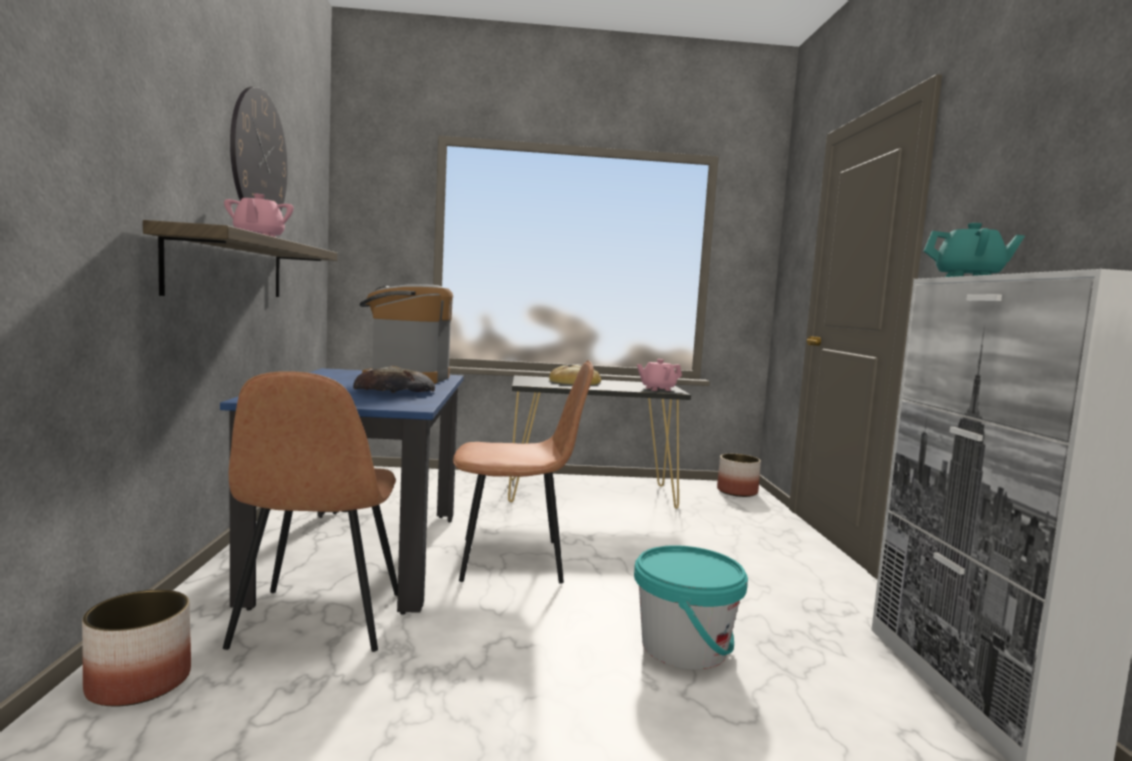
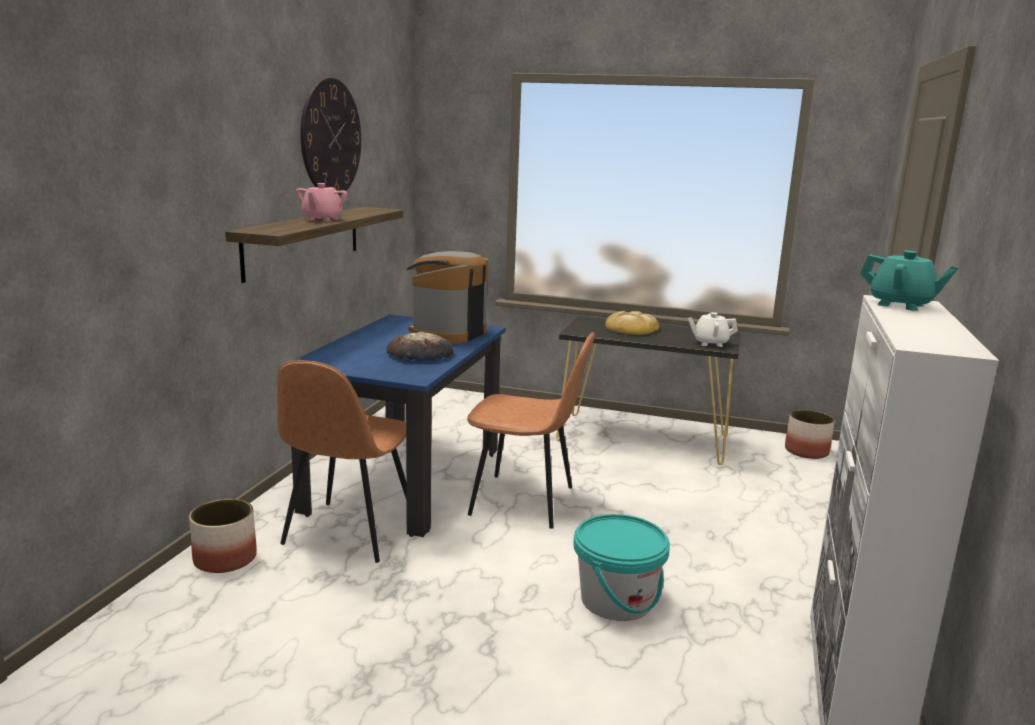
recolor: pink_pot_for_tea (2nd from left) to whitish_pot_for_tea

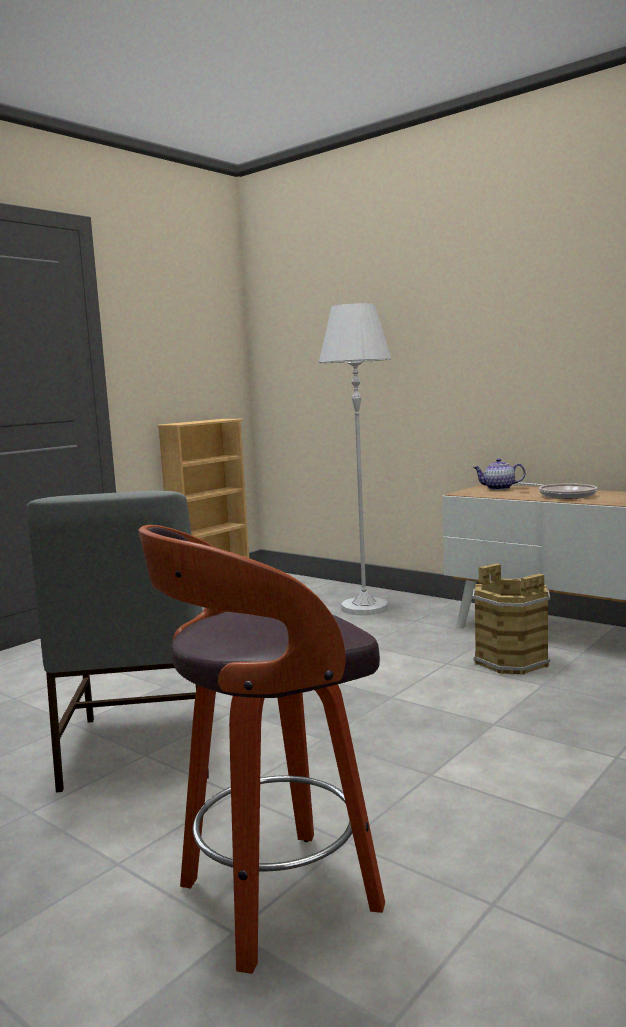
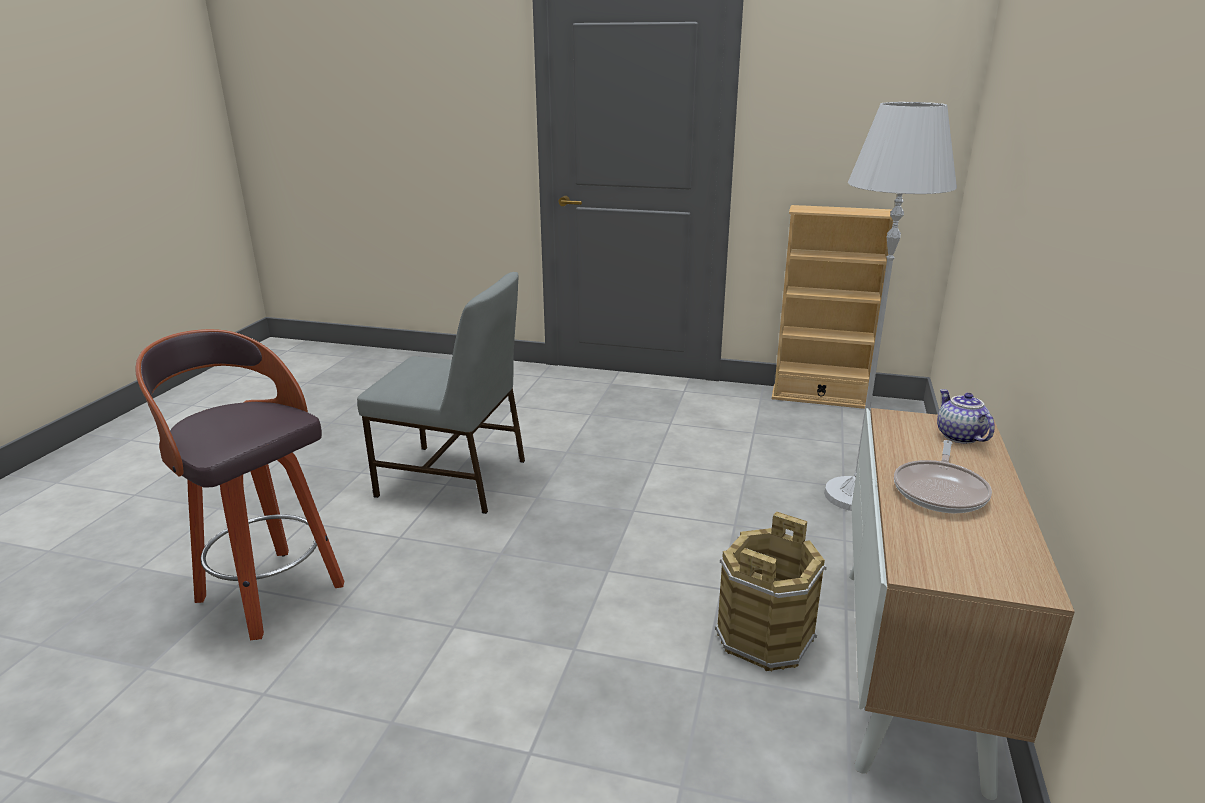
rotate: grey_chair 135 degrees counterclockwise

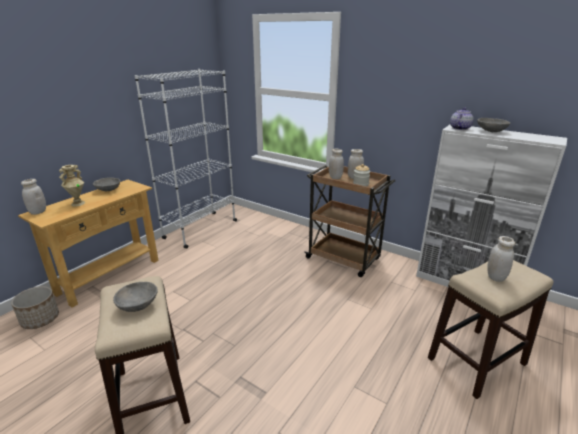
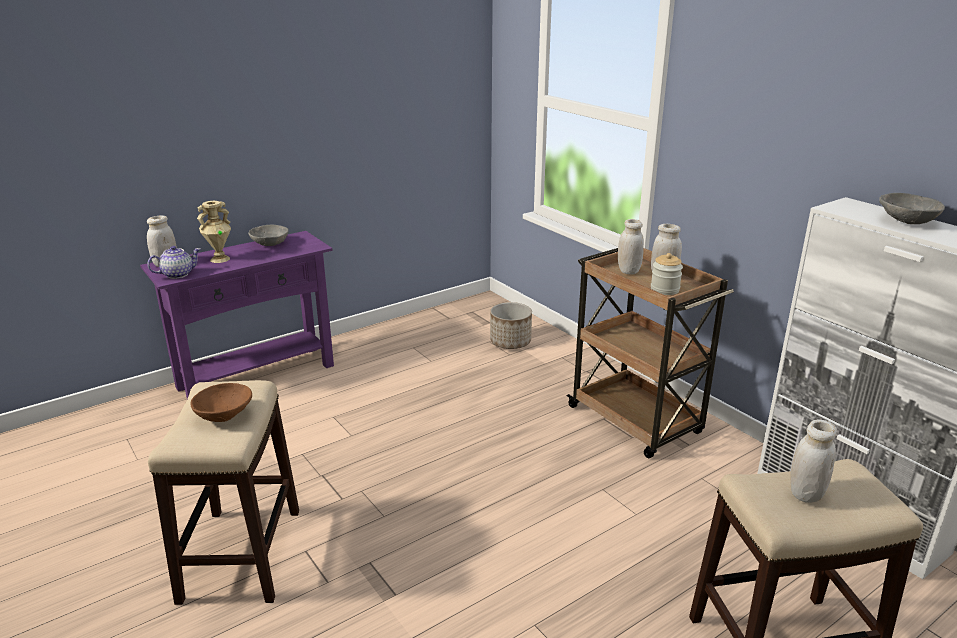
delete: whitish_bookcase
move: pot_for_tea; flower_pot
recolor: beige-coloured_narrow_table to purplish_narrow_table; grey_deep_dish (2nd from left) to brown-coloured_deep_dish

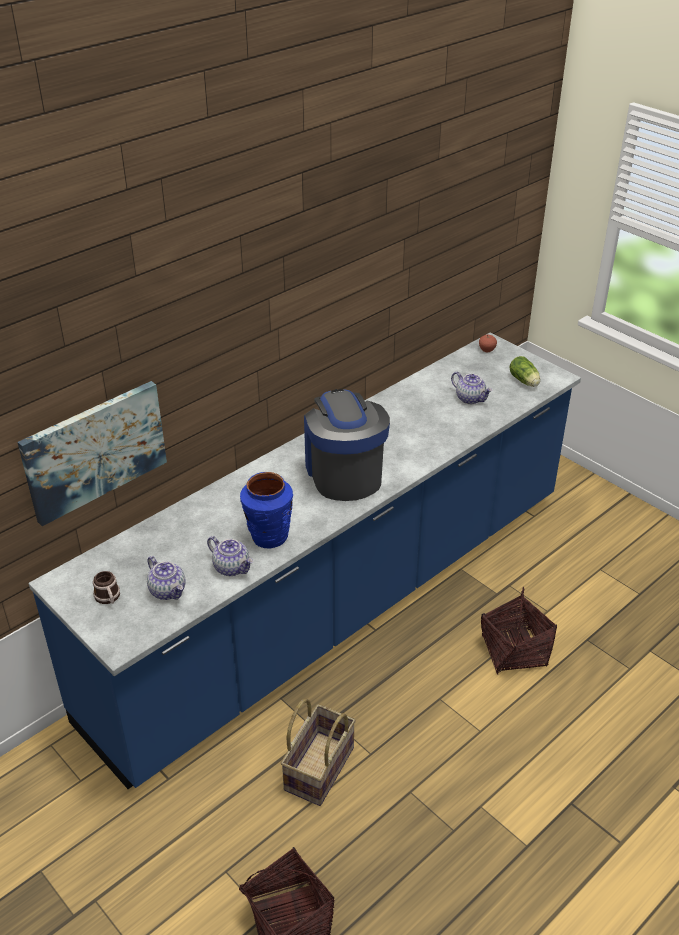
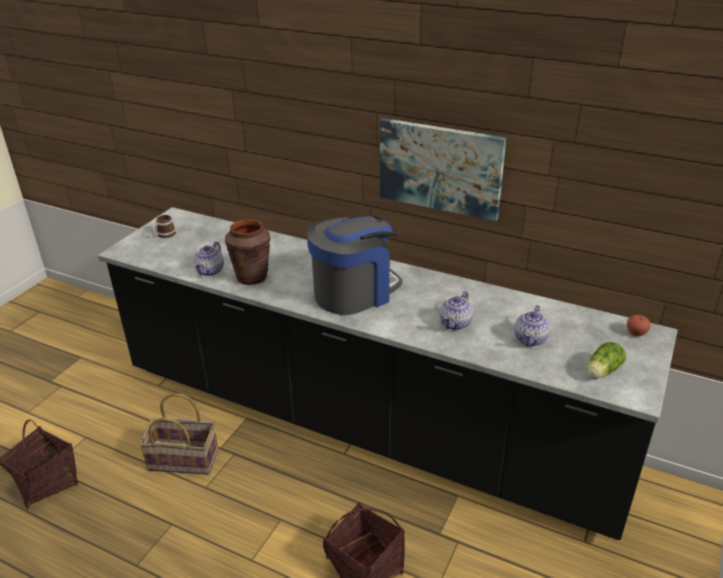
move: wall_picture; pot_for_tea (1st from left in the first image) to pot_for_tea (2nd from left)
recolor: blue-coloured_kitchen_base_unit to black-coloured_kitchen_base_unit; blue-coloured_decorative_vase to brown-coloured_decorative_vase

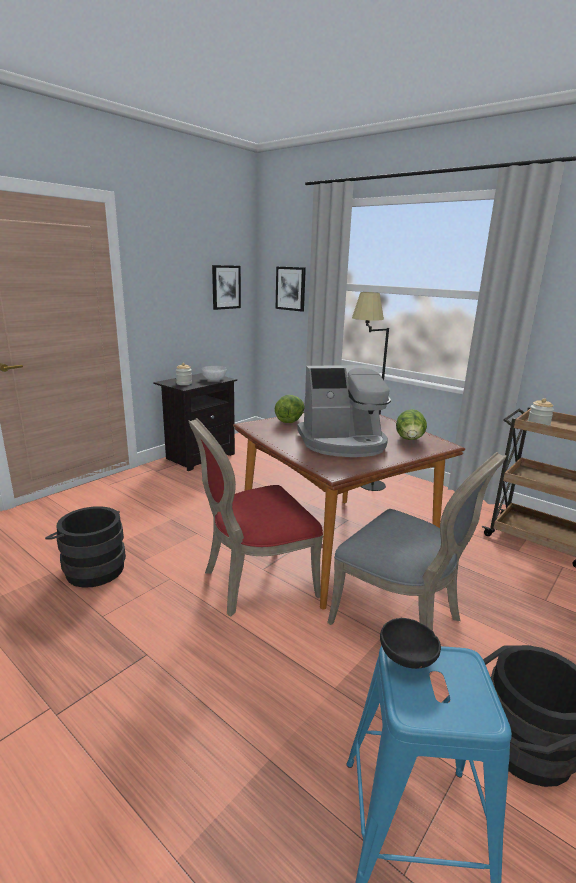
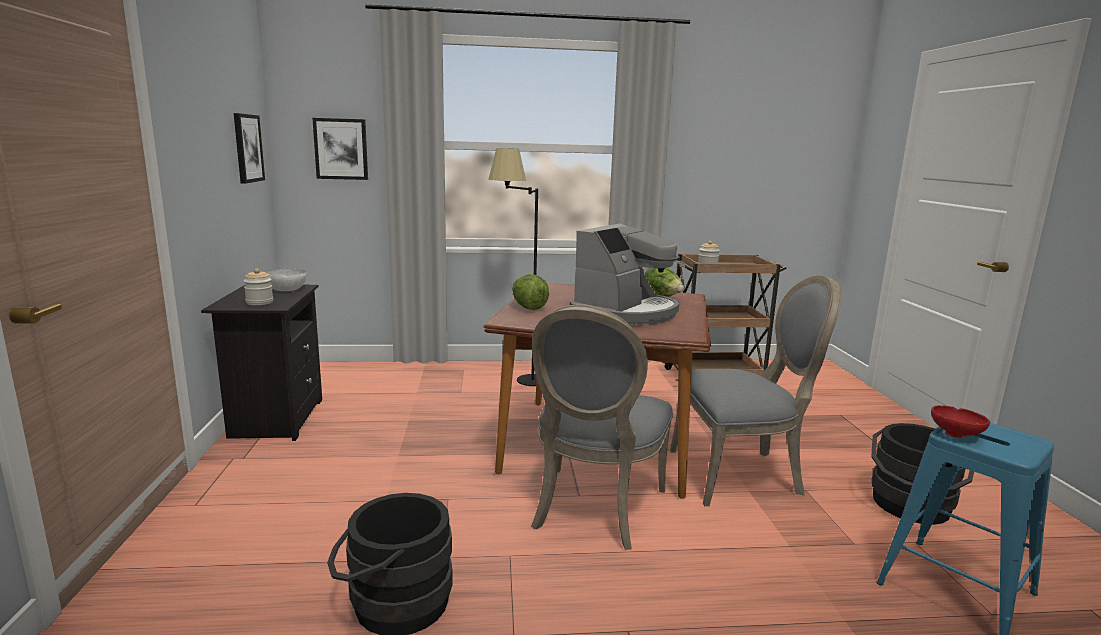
recolor: reddish_chair to grey_chair (1st from left); black-coloured_deep_dish to reddish_deep_dish

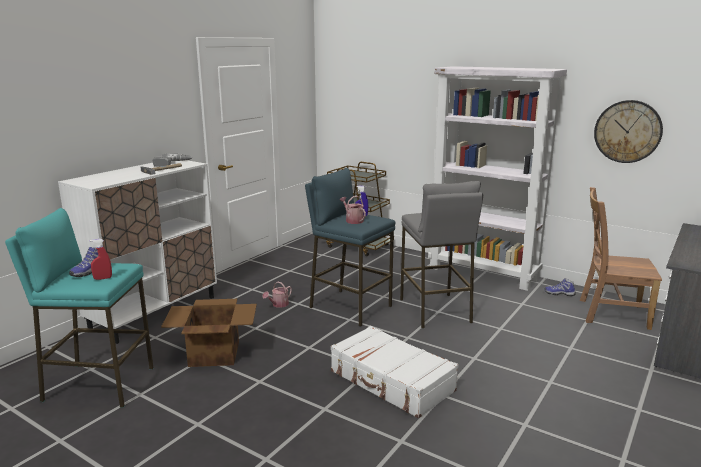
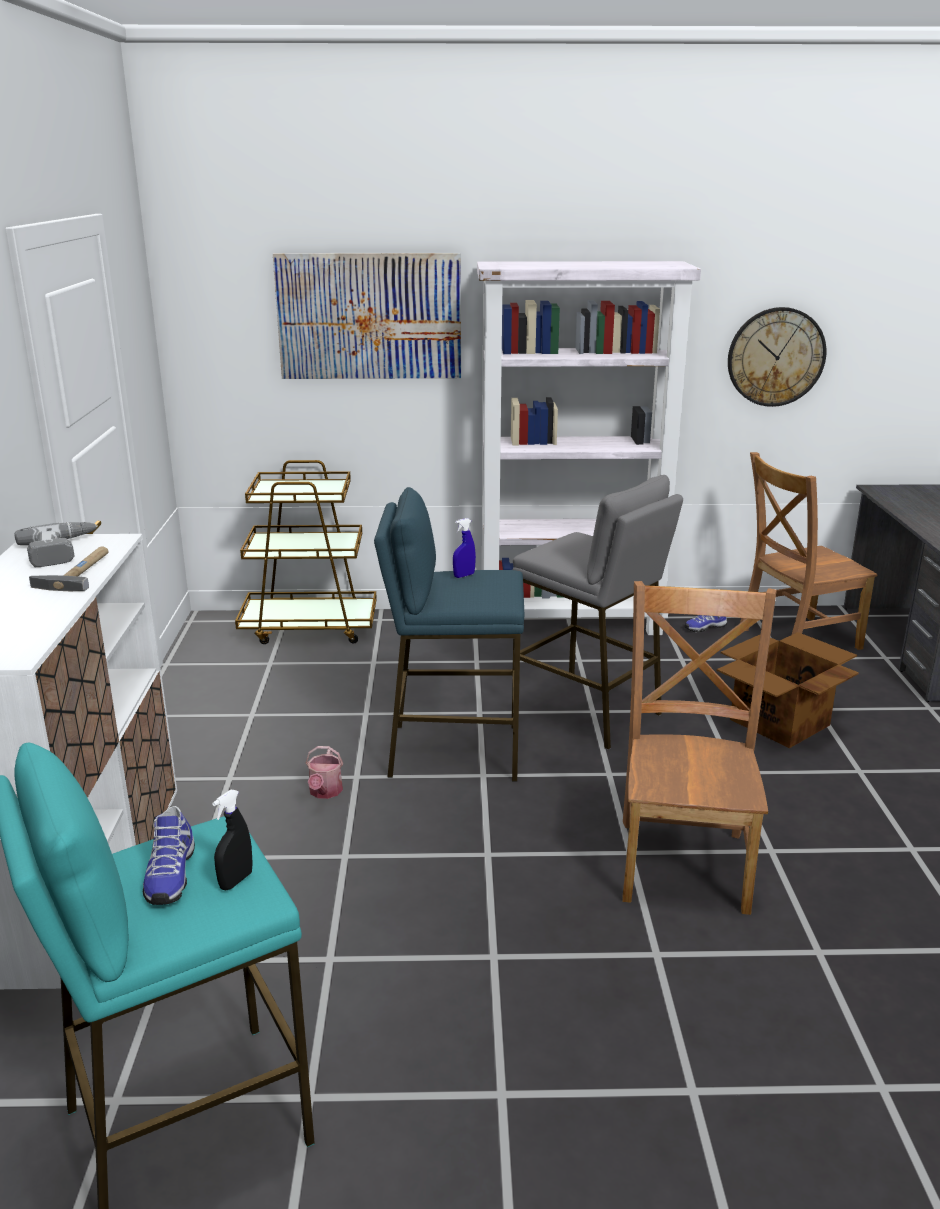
delete: watering_can (2nd from left)
insert: wall_picture
move: carton
replace: whitish_travel_case to brown-coloured_chair (1st from left)
recolor: reddish_spray_bottle to black-coloured_spray_bottle

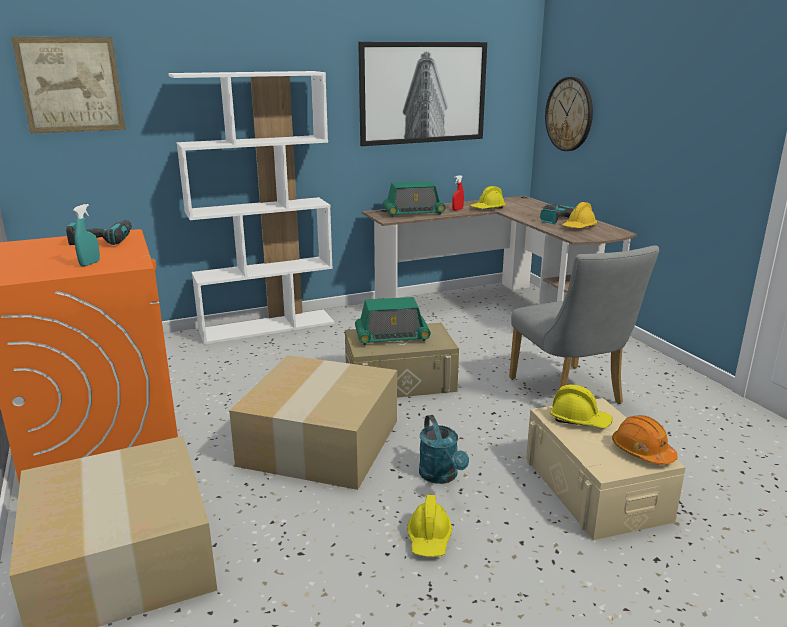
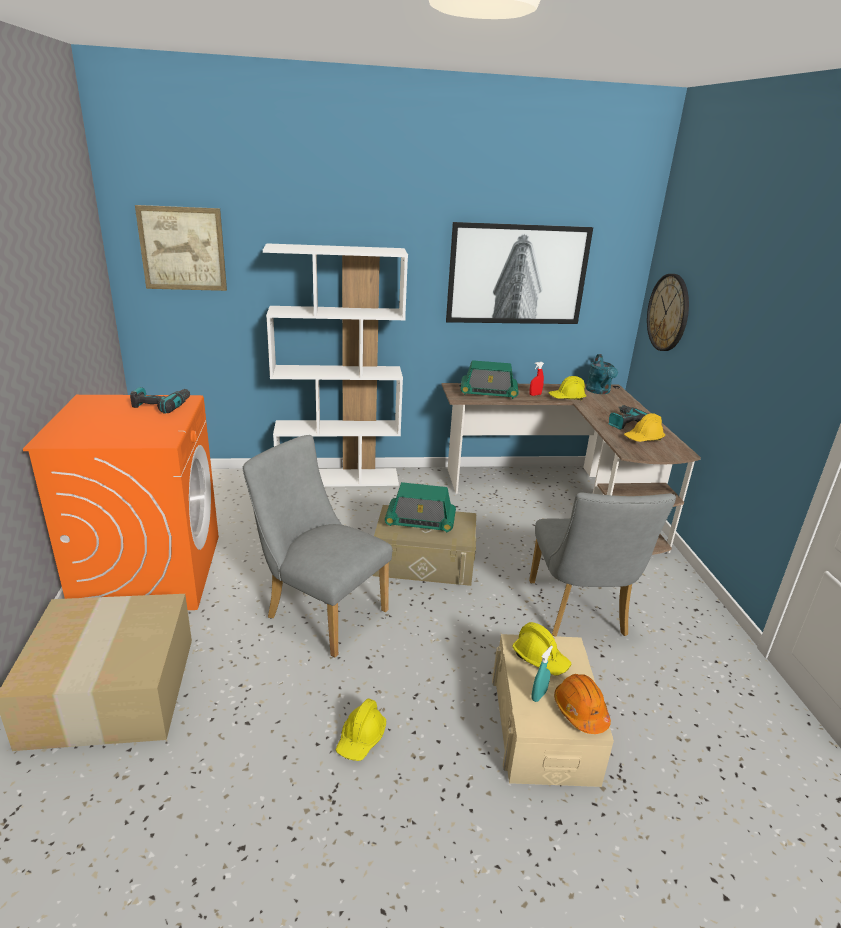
move: turquoise_spray_bottle; turquoise_watering_can
replace: carton (2nd from left) to grey_chair (1st from left)

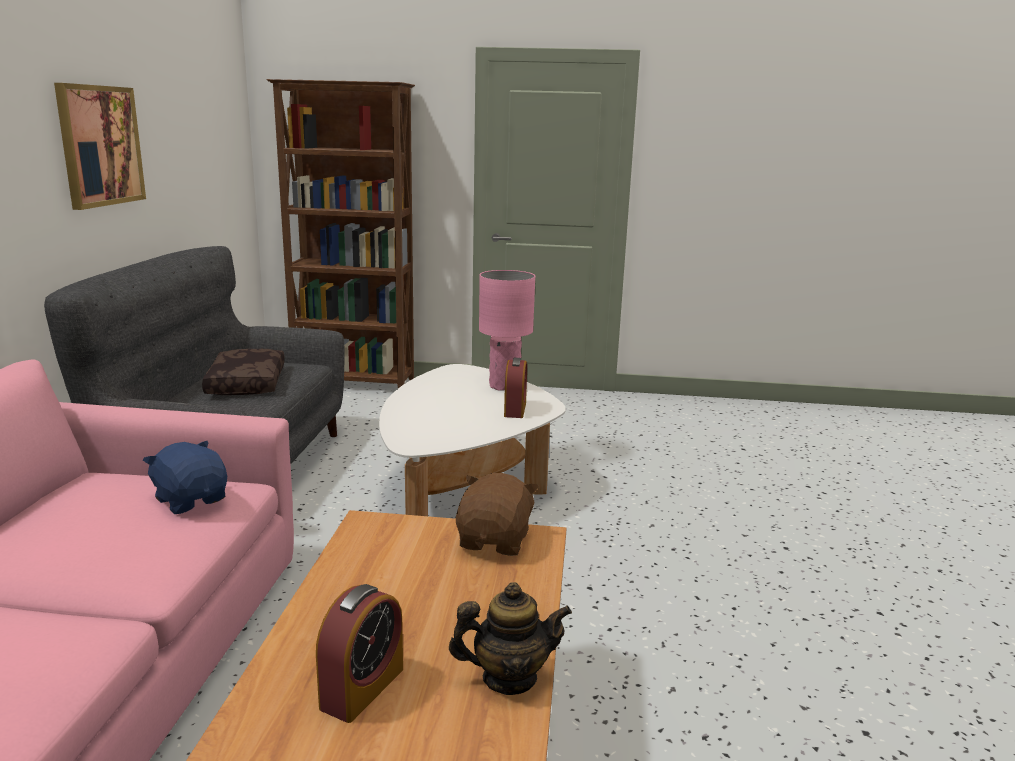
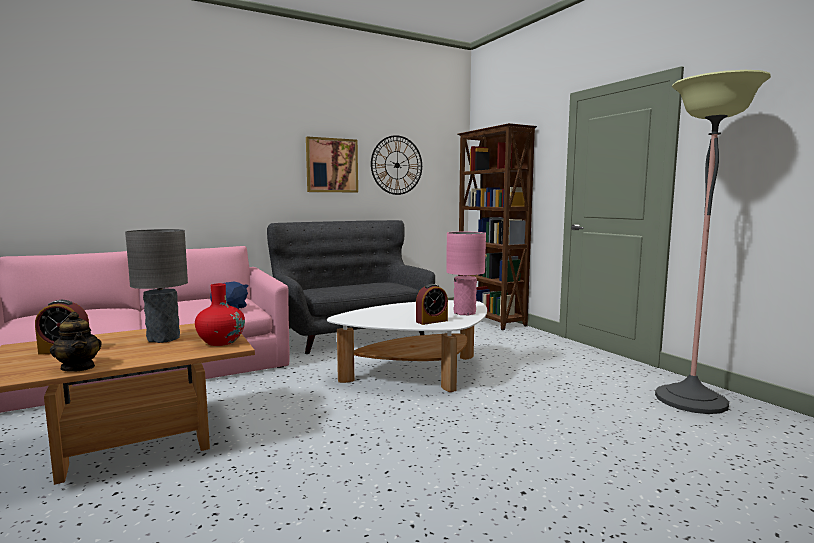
delete: brown-coloured_cushion
insert: standard_lamp; hanging_clock; grey_table_lamp
replace: brown-coloured_soft_toy to reddish_decorative_vase

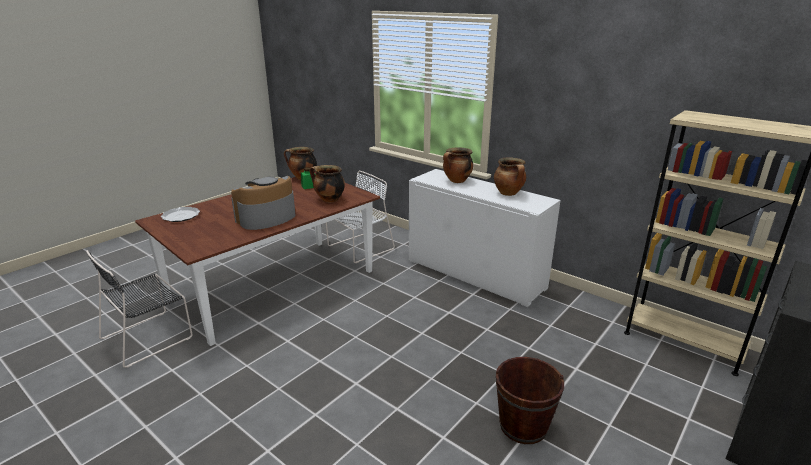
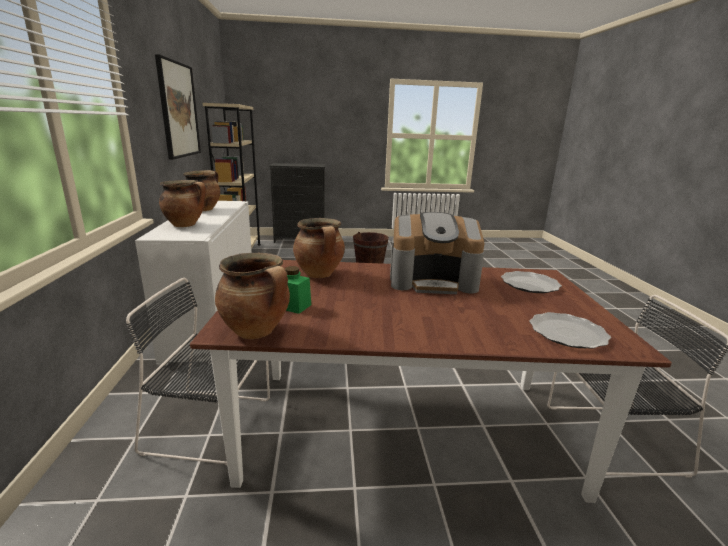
insert: wall_picture; plate (1st from left)
recolor: whitish_chair to black-coloured_chair (1st from left)

